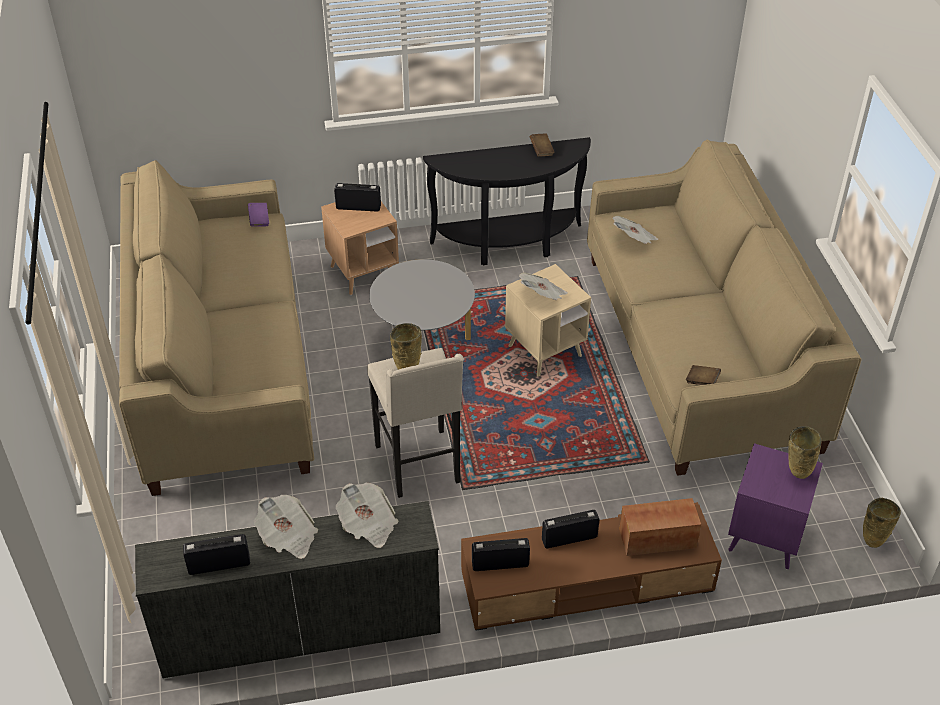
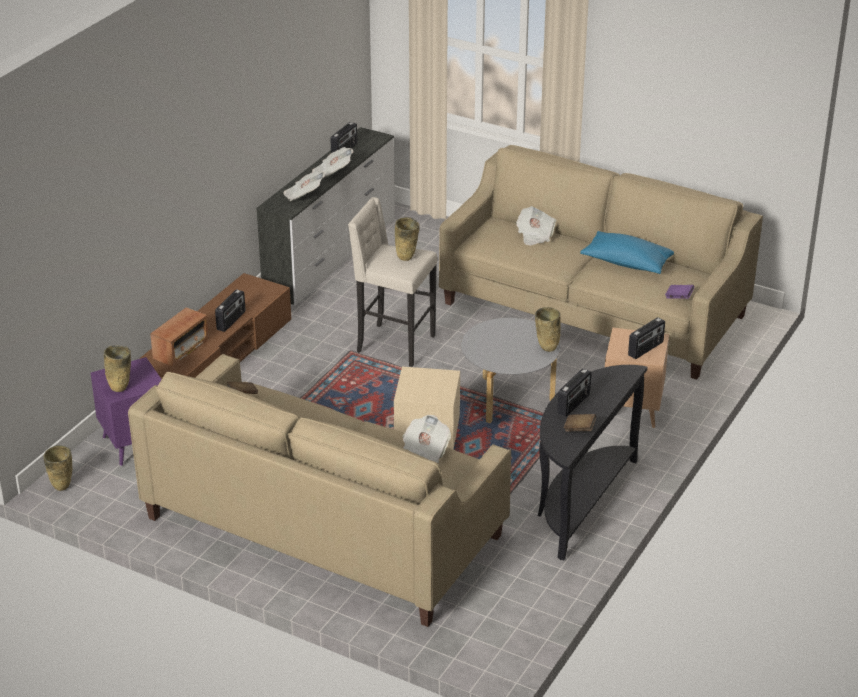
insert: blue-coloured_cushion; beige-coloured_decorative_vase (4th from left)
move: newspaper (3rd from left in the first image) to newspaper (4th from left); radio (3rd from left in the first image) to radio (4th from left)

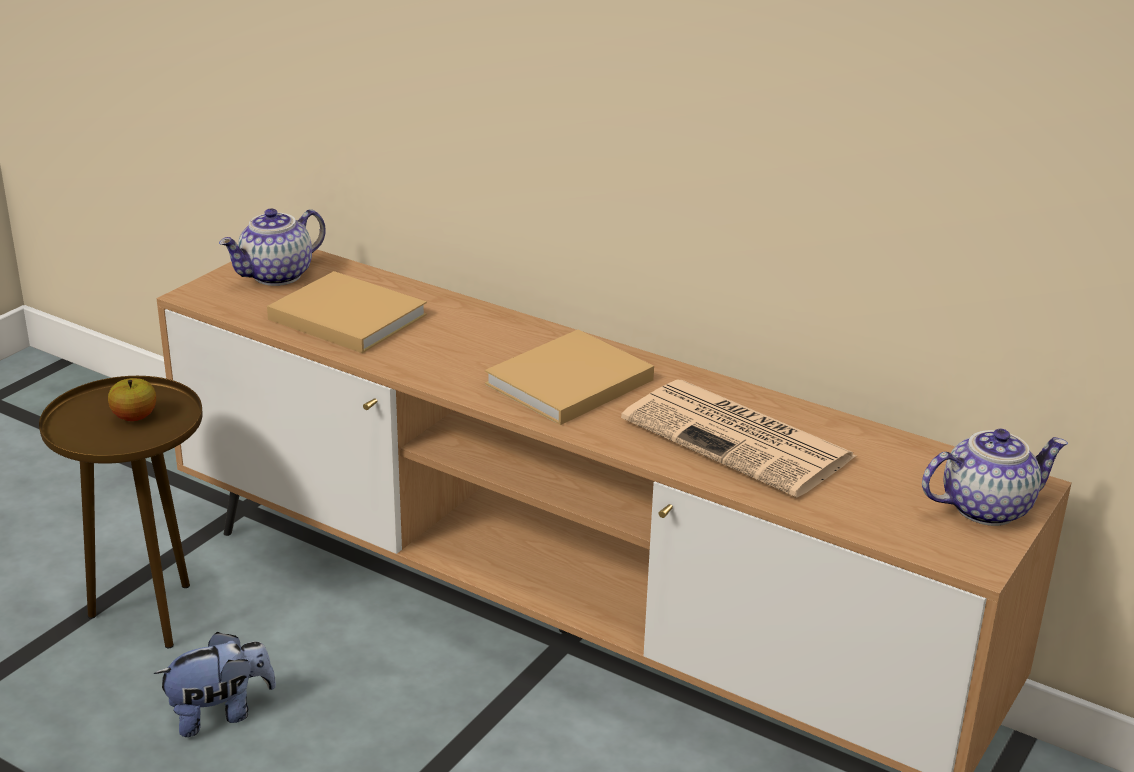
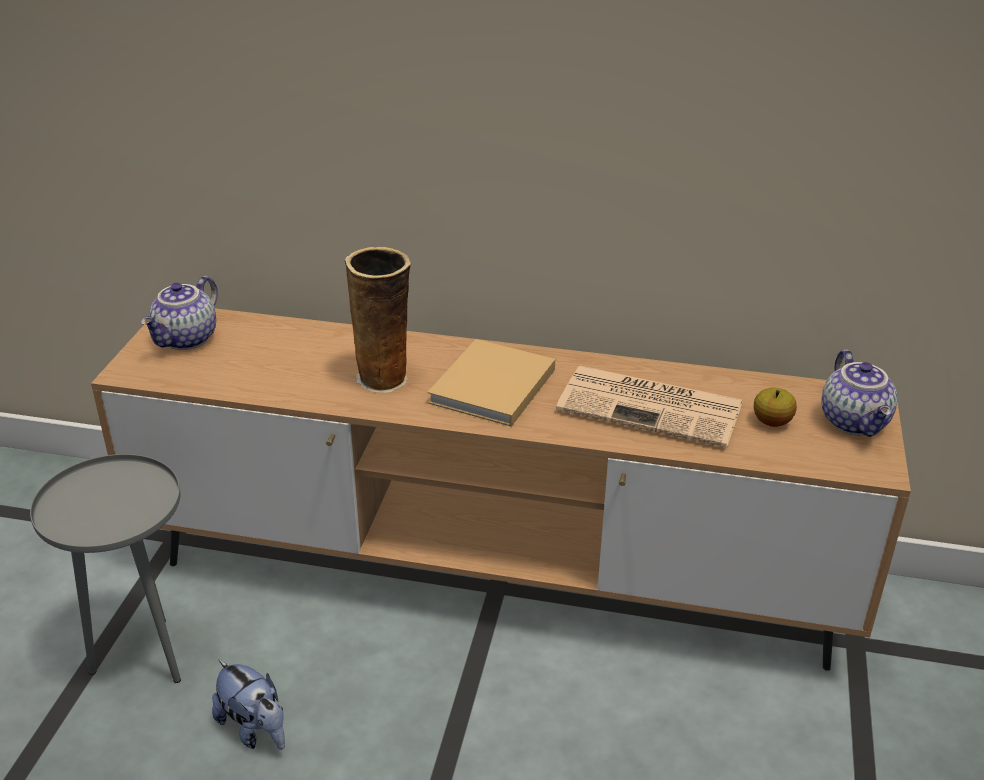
delete: beige-coloured_book (1st from left)
insert: decorative_vase
move: whole_apple
recolor: brown-coloured_end_table to grey_end_table
rotate: pot_for_tea (2nd from left) 120 degrees clockwise; soft_toy 90 degrees clockwise

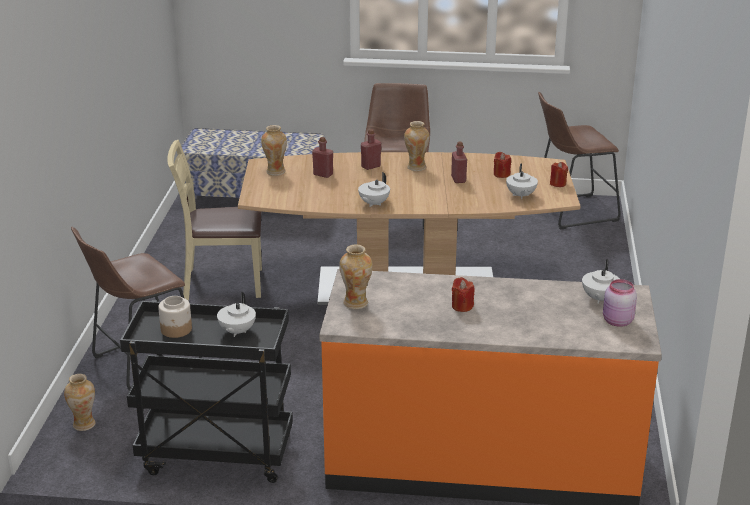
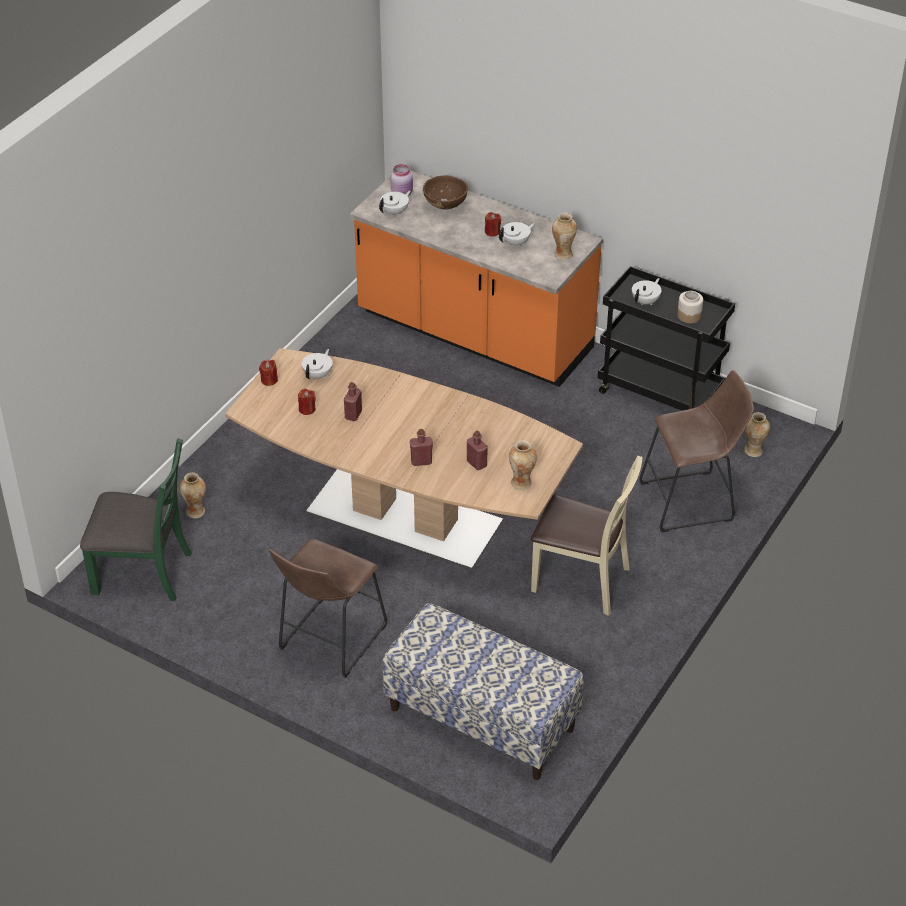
insert: brown-coloured_deep_dish
move: decorative_vase (4th from left in the first image) to decorative_vase (1st from left); whitish_pot_for_tea (2nd from left in the first image) to whitish_pot_for_tea (3rd from left)
replace: brown-coloured_stool_seat (3rd from left) to green_chair

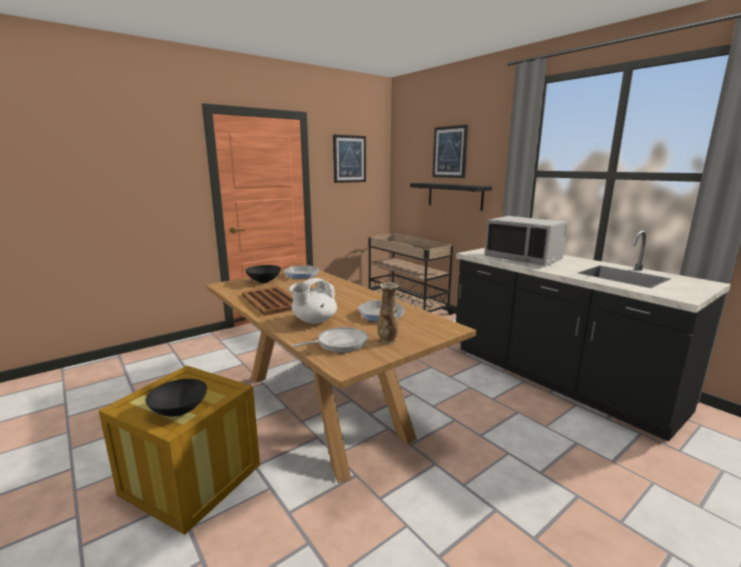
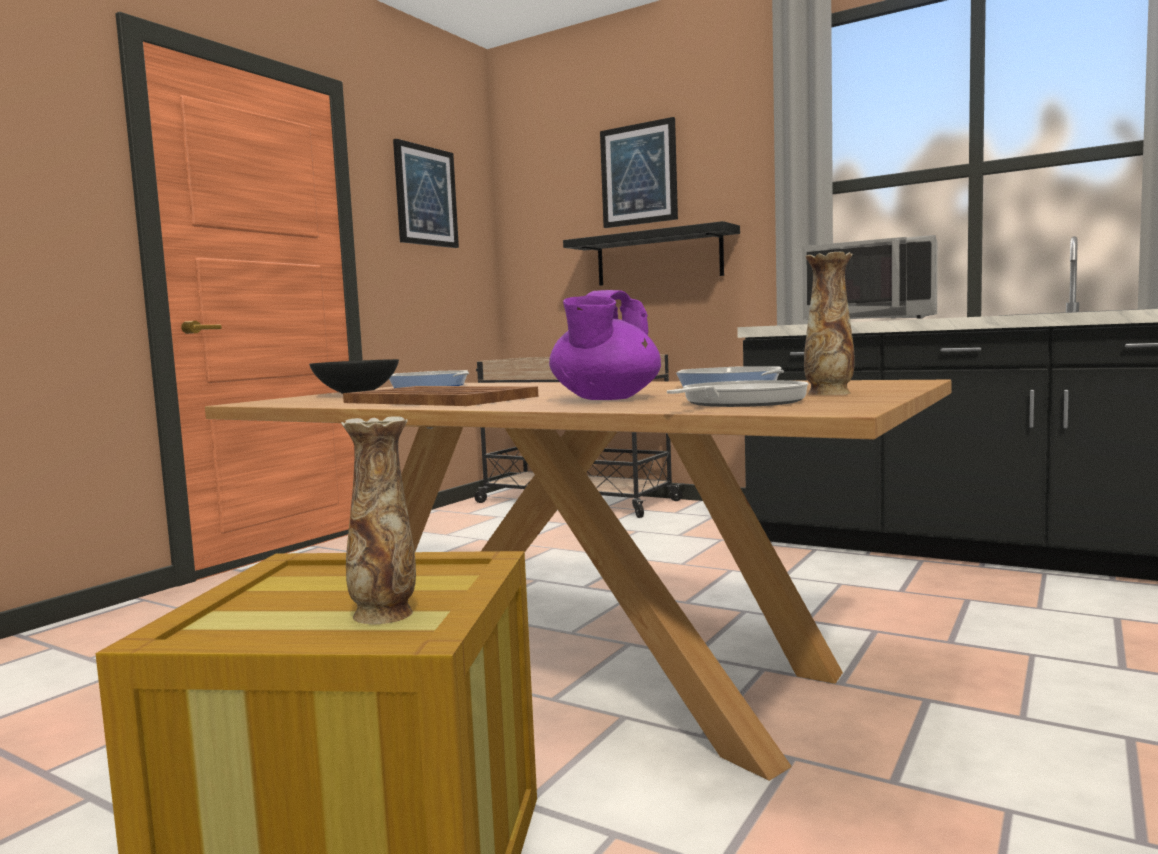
replace: black-coloured_deep_dish (1st from left) to decorative_vase (1st from left)
recolor: whitish_pot_for_tea to purplish_pot_for_tea

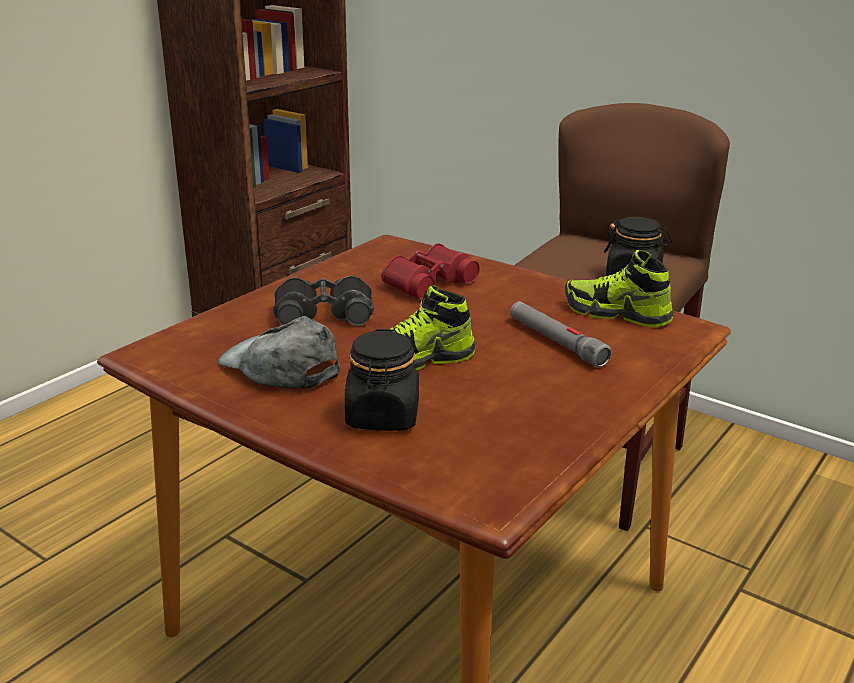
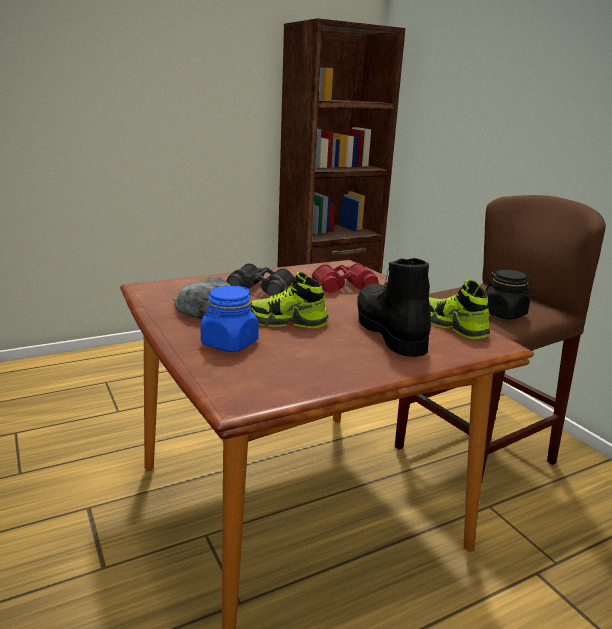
replace: grey_torch to black-coloured_boot
recolor: black-coloured_storage_jar (1st from left) to blue-coloured_storage_jar

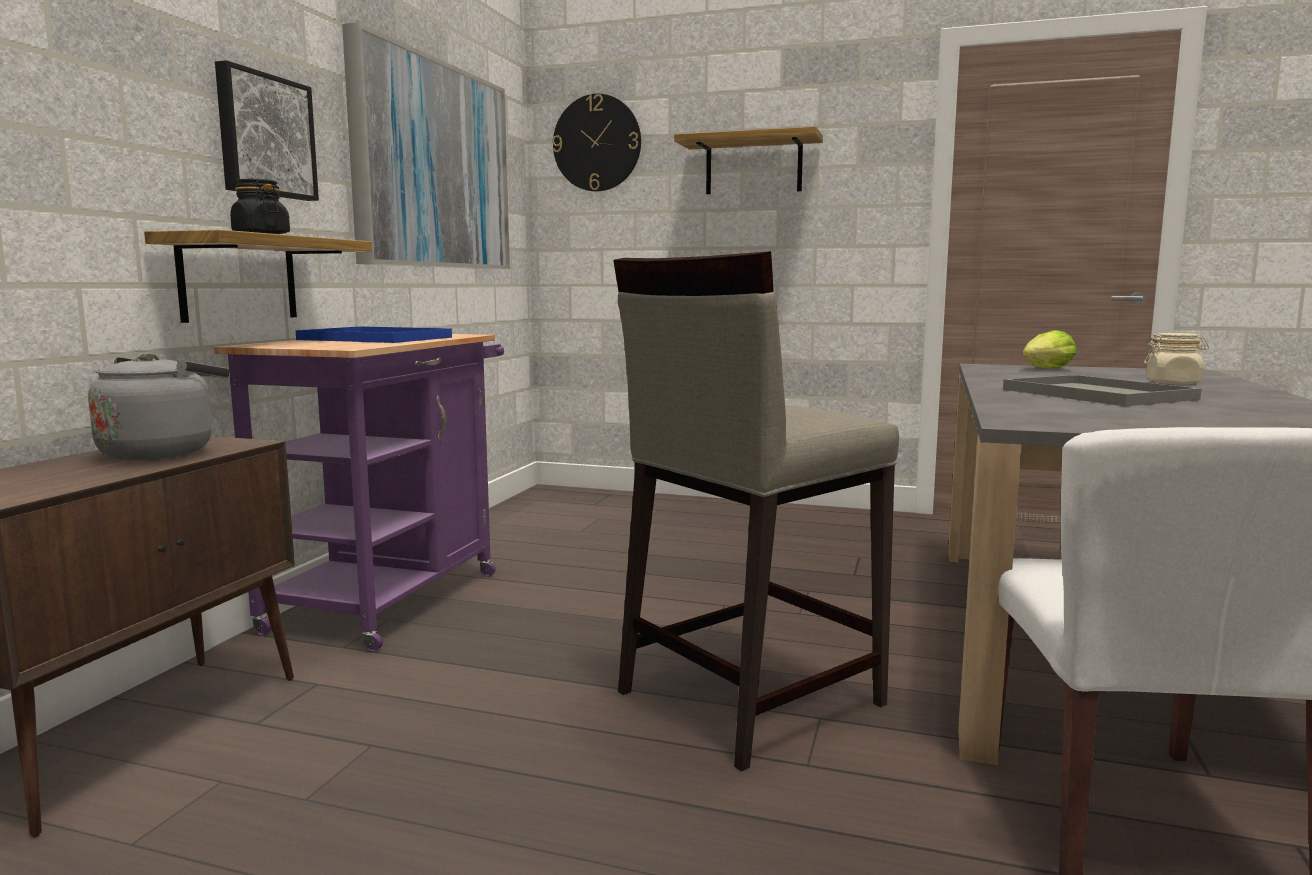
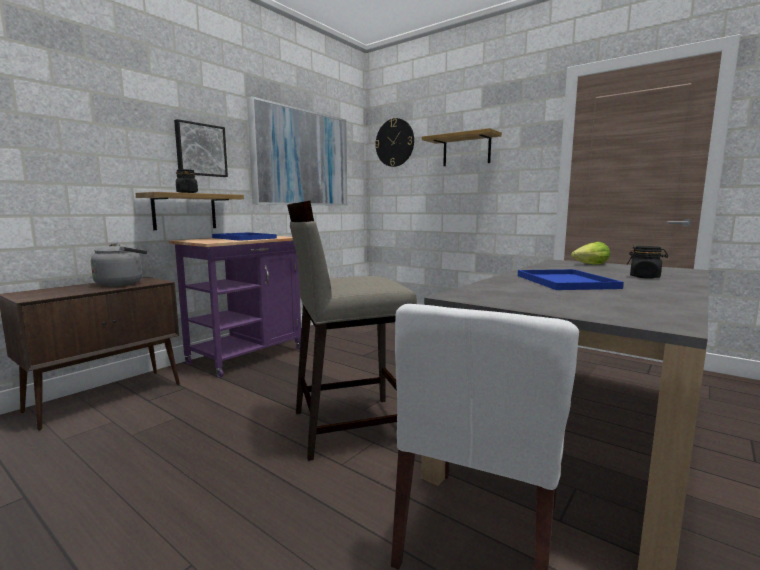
recolor: beige-coloured_storage_jar to black-coloured_storage_jar (2nd from left); grey_tray to blue-coloured_tray (2nd from left)

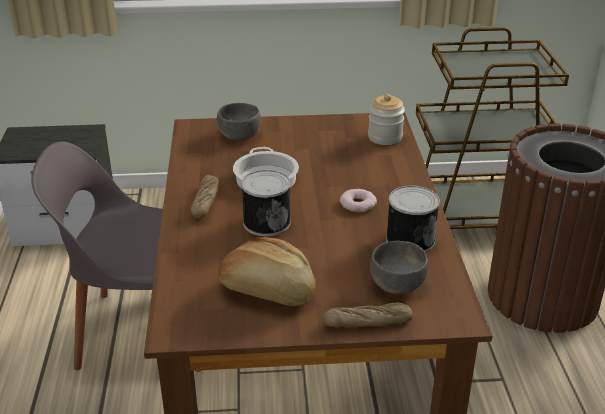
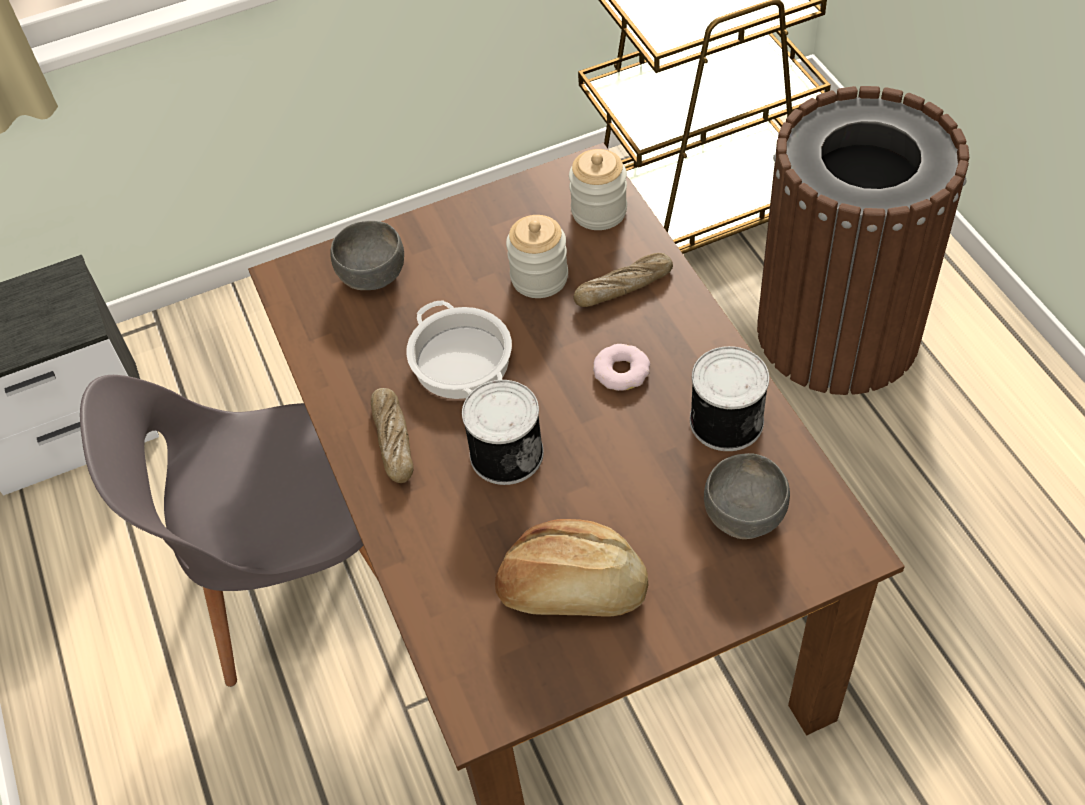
insert: storage_jar (1st from left)
move: bread (3rd from left)

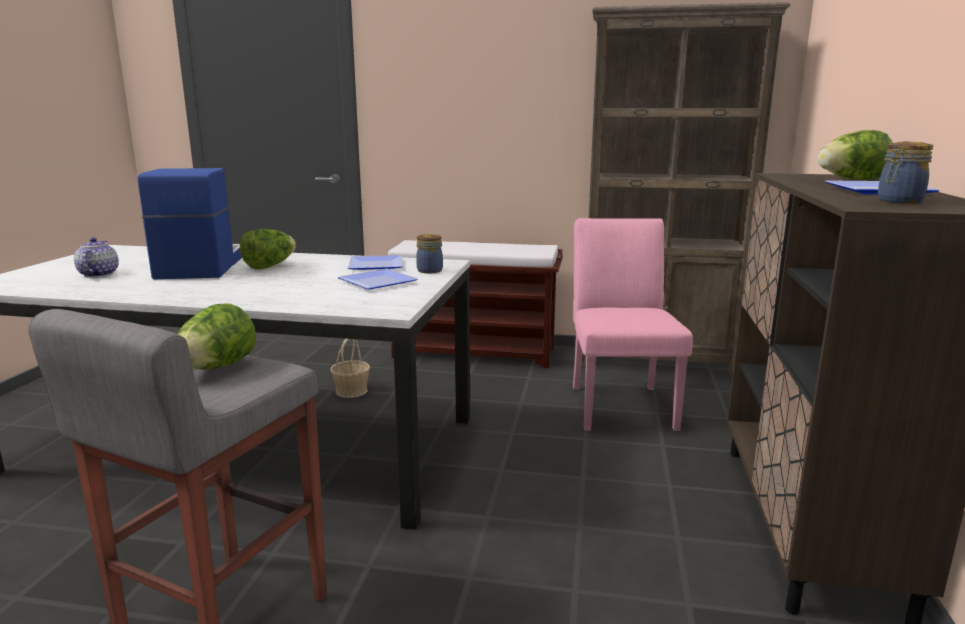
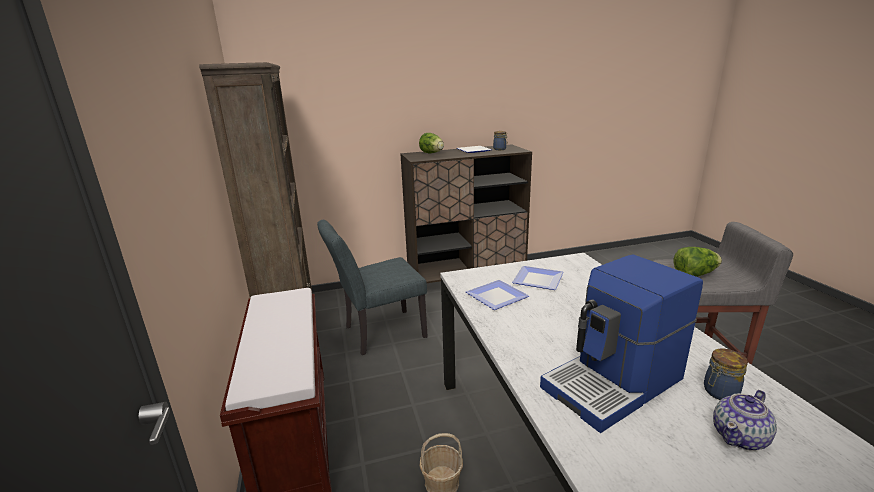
delete: lettuce_head (2nd from left)
move: storage_jar (1st from left in the first image) to storage_jar (2nd from left)
recolor: pink_chair to grey_chair

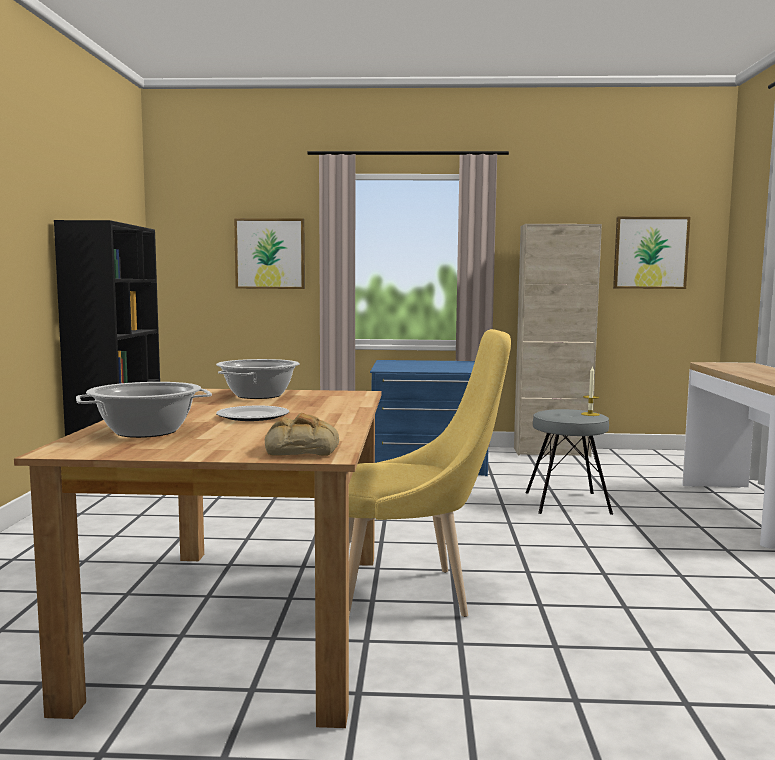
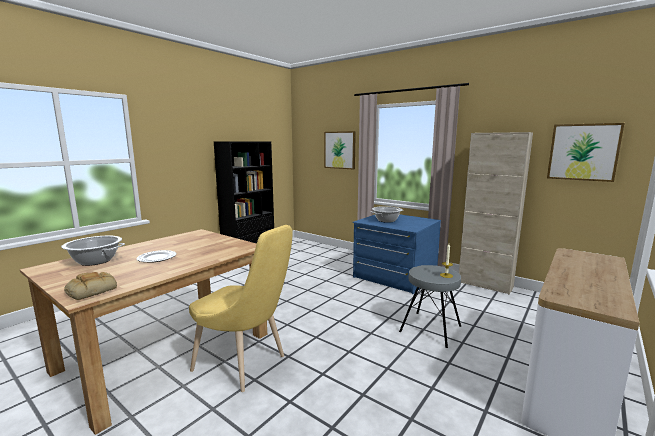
move: cooking_pot (2nd from left)

